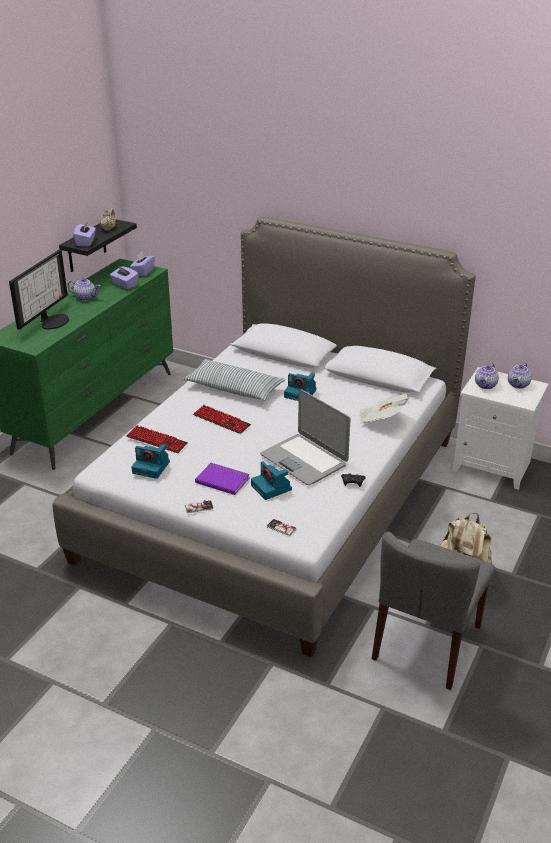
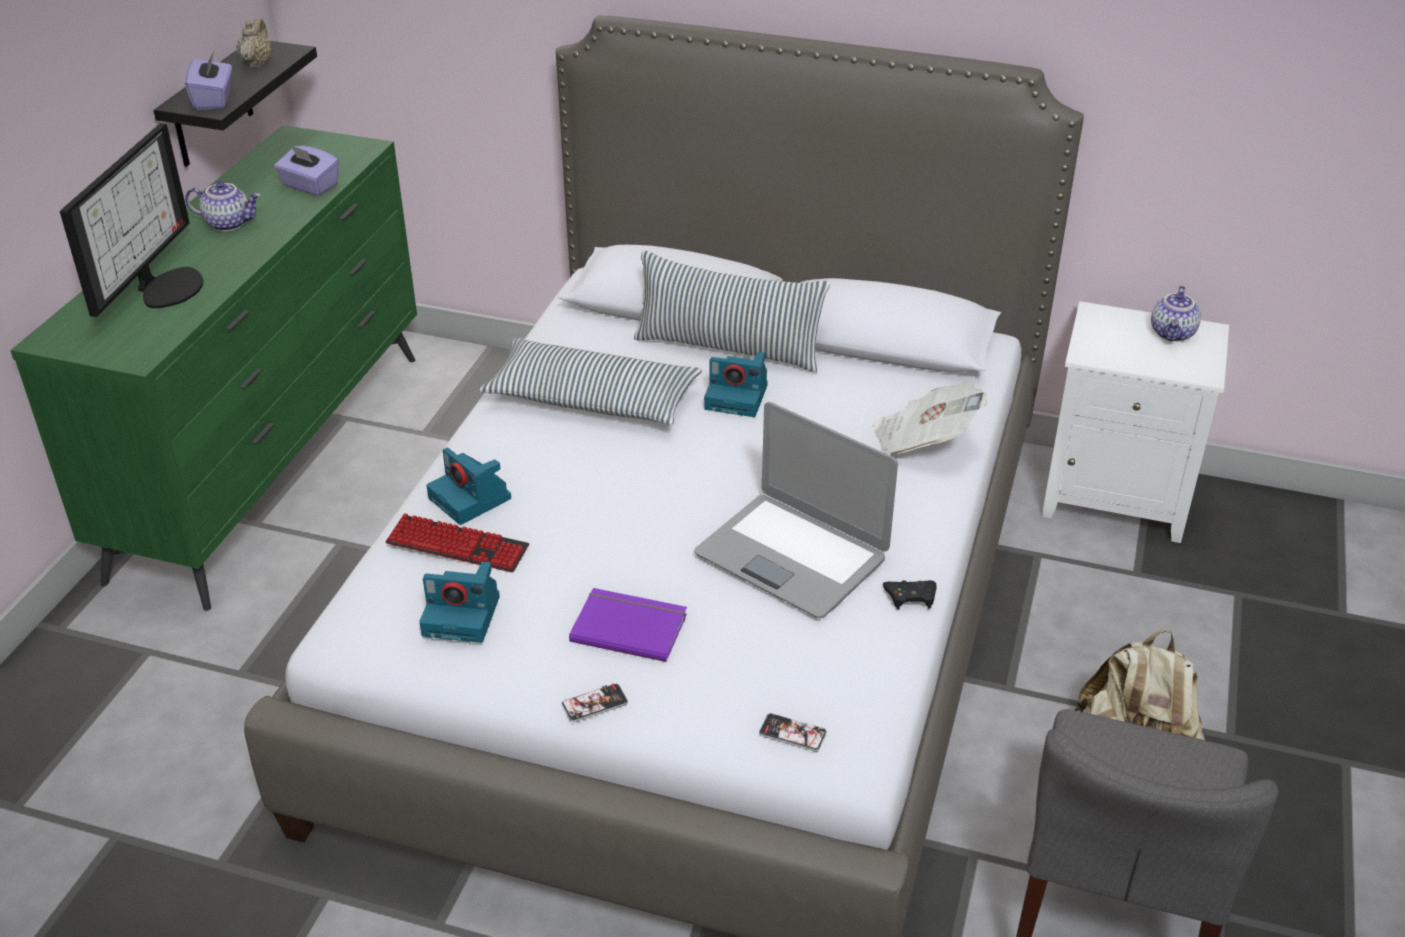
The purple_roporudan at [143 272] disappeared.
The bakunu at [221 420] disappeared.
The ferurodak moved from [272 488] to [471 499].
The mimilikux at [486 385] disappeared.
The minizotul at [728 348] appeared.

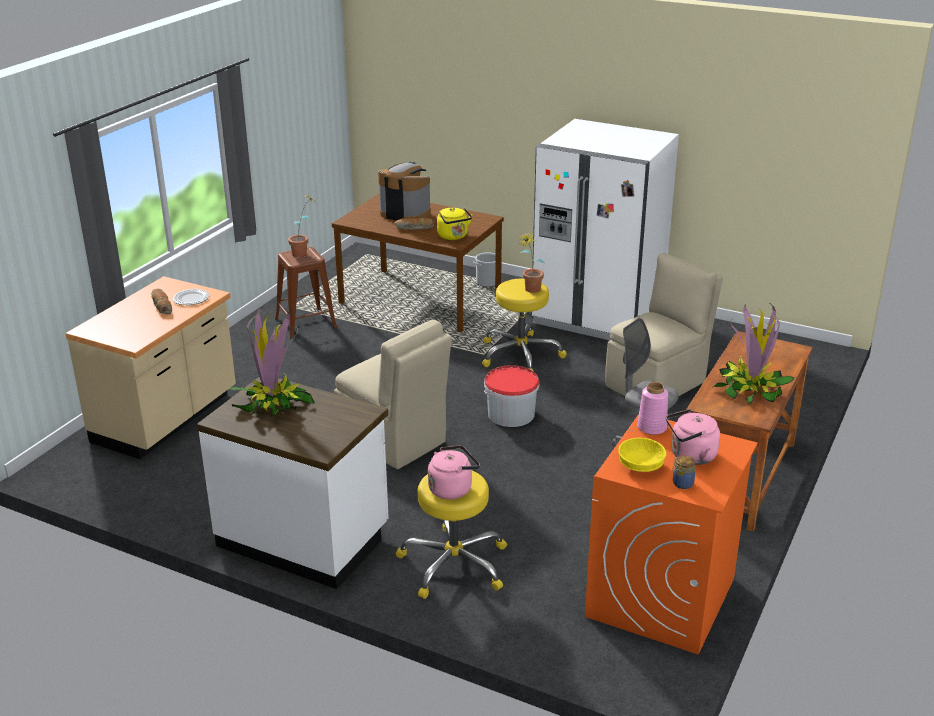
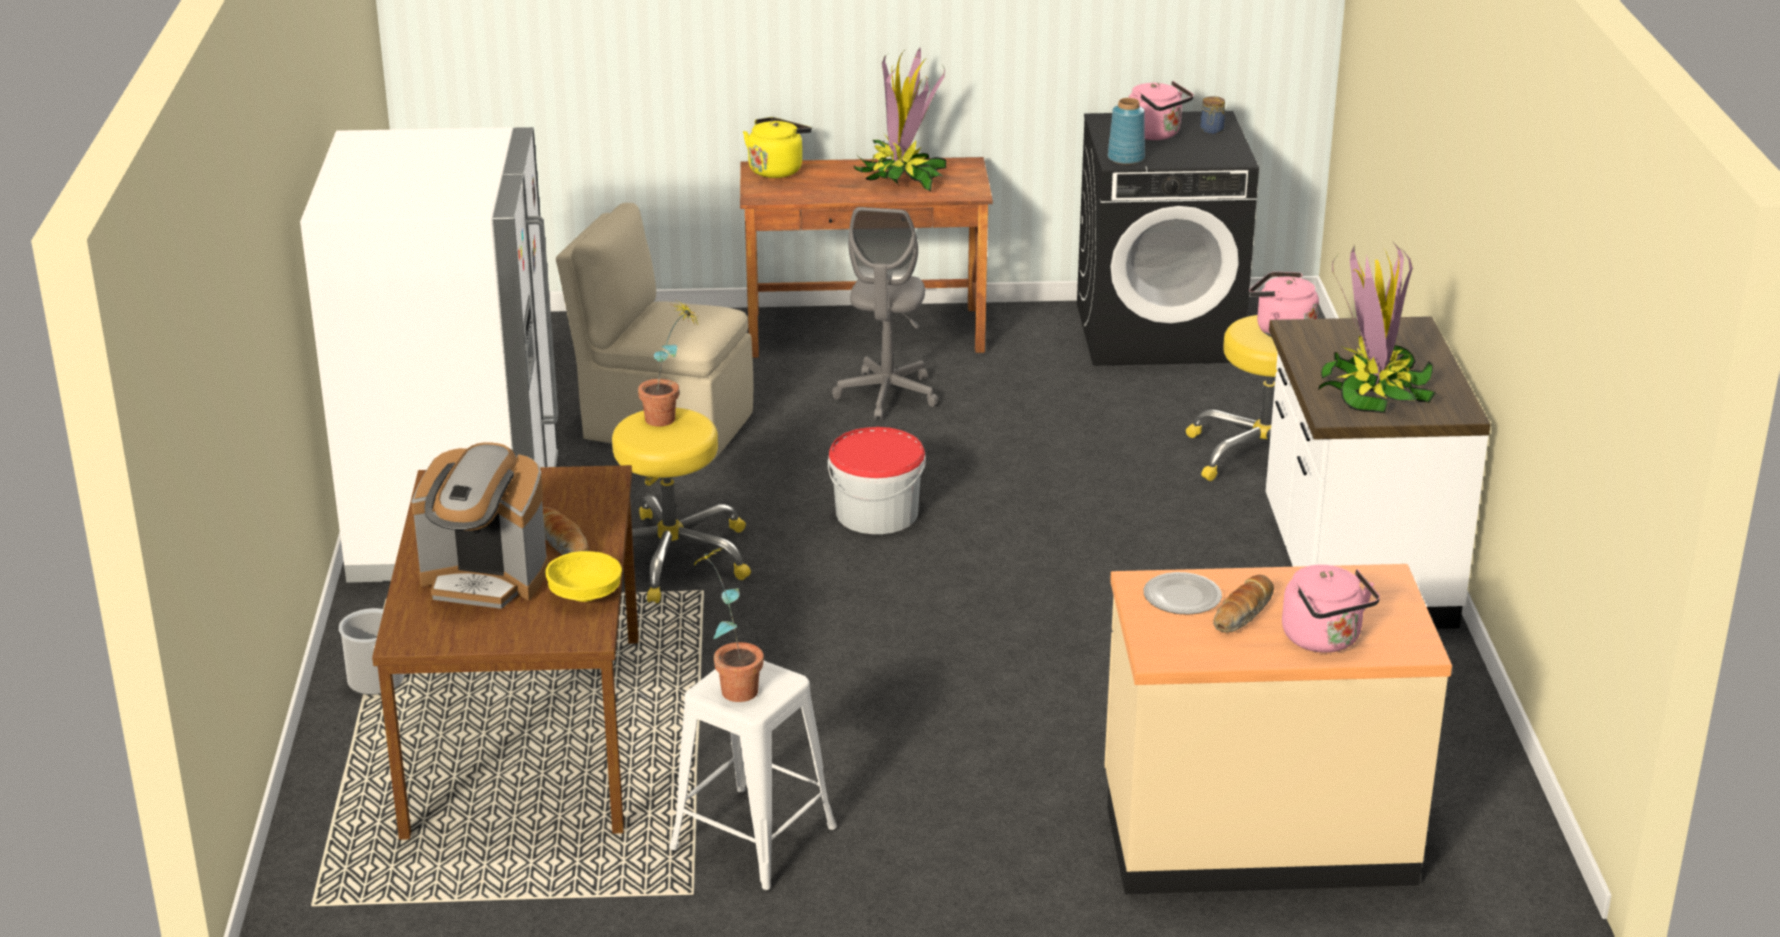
The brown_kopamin at [306 323] became the white_kopamin at [753 838].
The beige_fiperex at [393 440] disappeared.
The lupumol at [405 213] turned 75 degrees counterclockwise.
The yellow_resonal moved from [454 237] to [777 169].
The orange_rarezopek at [661 598] became the black_rarezopek at [1159 332].
The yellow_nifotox moved from [640 466] to [585 595].
The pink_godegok at [651 427] became the blue_godegok at [1125 159].
The pink_resonal at [1324 640] appeared.

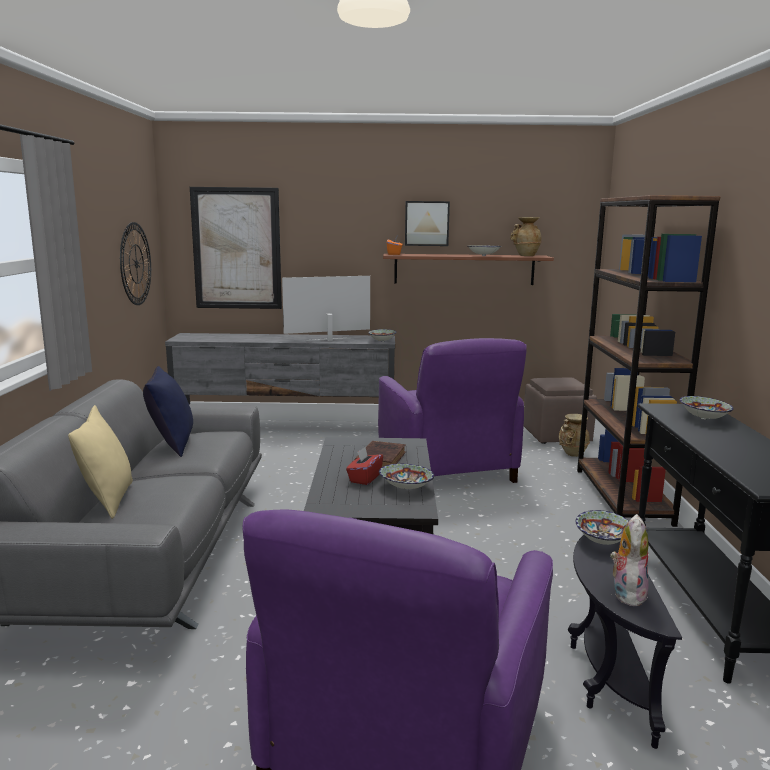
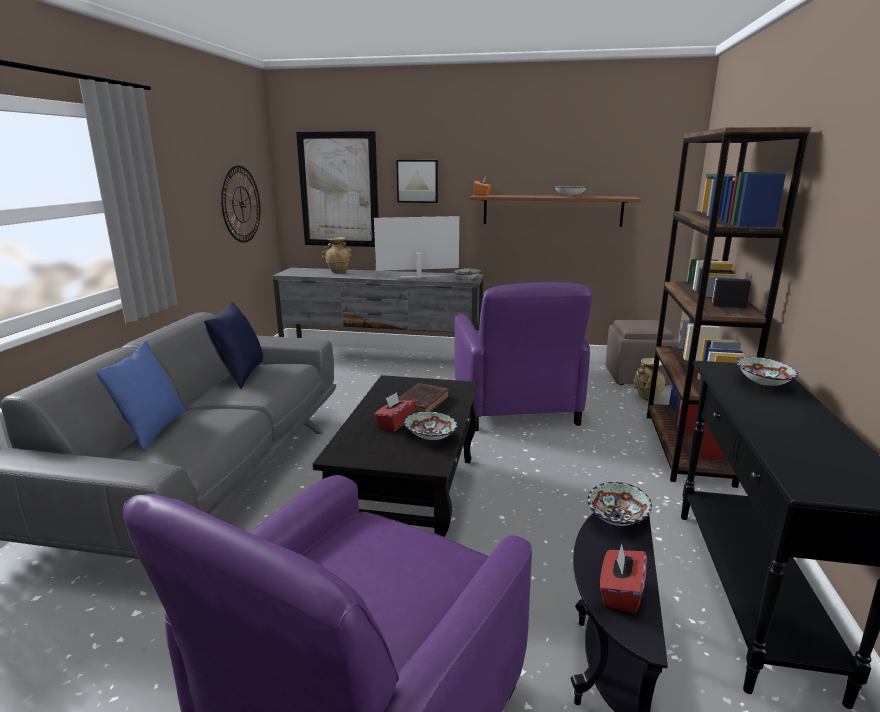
The beige_minizotul at [108 500] became the blue_minizotul at [153 430].
The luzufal moved from [426 223] to [417 181].
The beige_godegok moved from [525 255] to [338 271].
The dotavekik at [626 593] was replaced by the red_roporudan at [620 593].

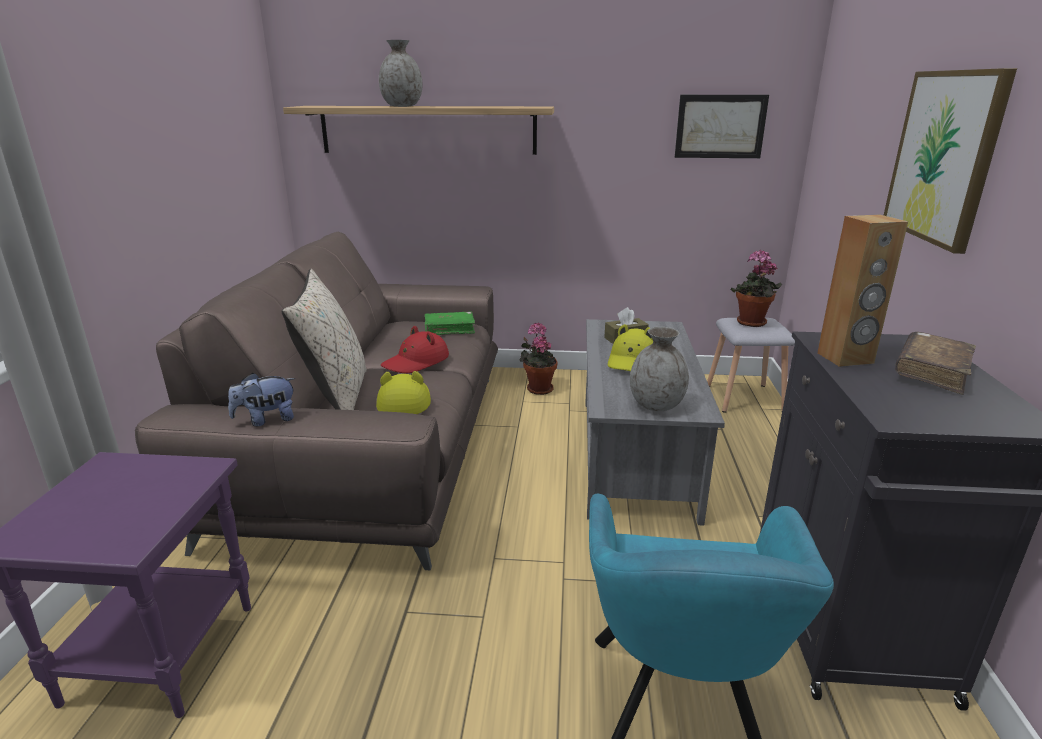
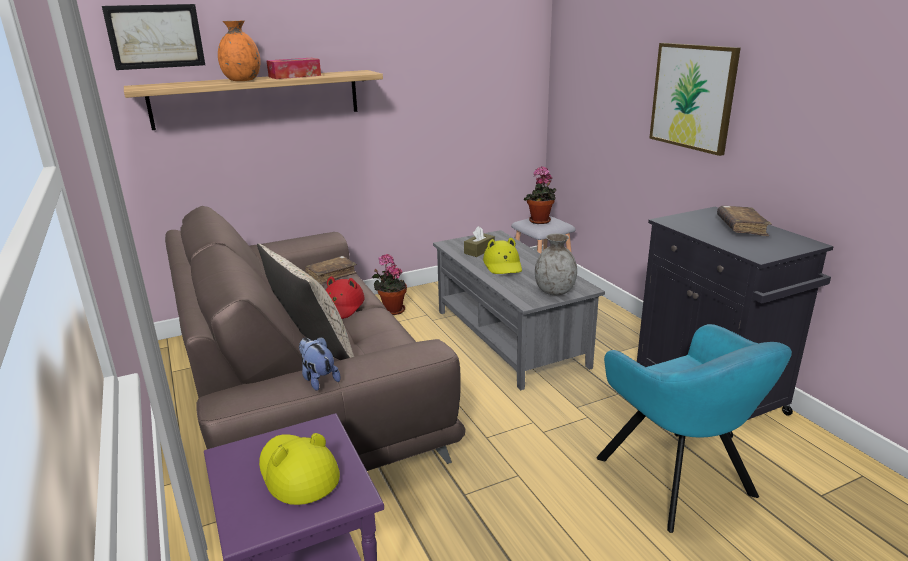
The dotavekik at [266 420] turned 105 degrees clockwise.
The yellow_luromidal moved from [404 401] to [297 472].
The grey_godegok at [402 106] became the orange_godegok at [242 80].
The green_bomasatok at [449 329] became the brown_bomasatok at [331 275].
The luzufal moved from [720 126] to [155 36].
The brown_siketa at [845 358] disappeared.
The roporudan at [294 76] appeared.

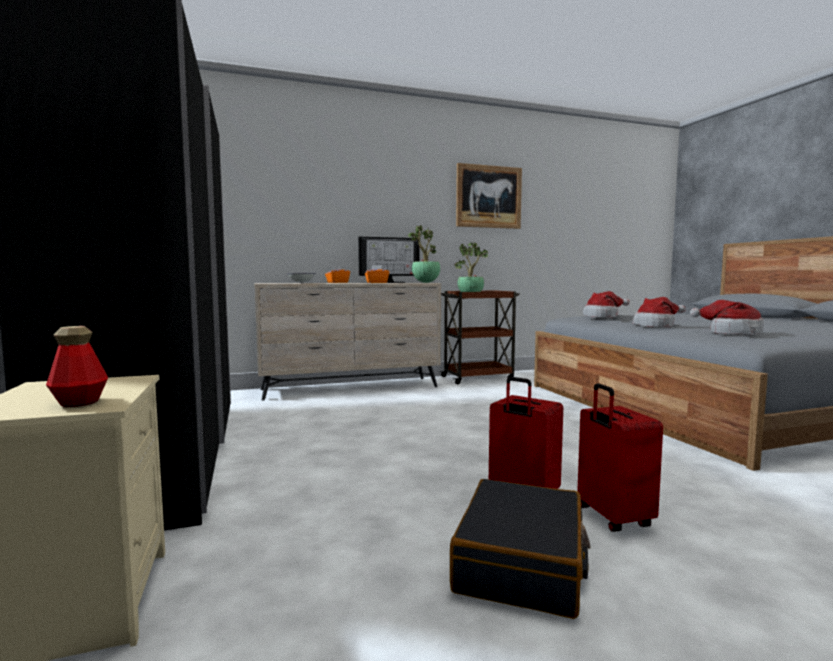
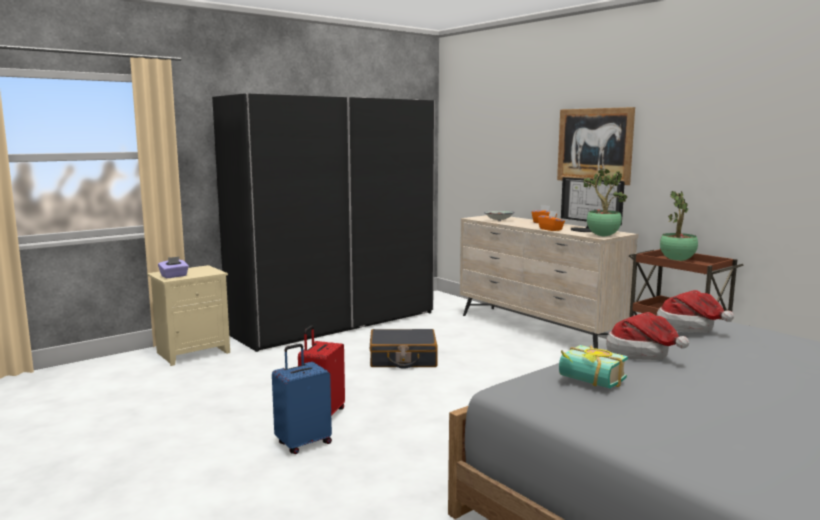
The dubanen at [79 402] was replaced by the purple_roporudan at [174 276].
The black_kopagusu moved from [522 563] to [403 359].
The luzufal moved from [489 197] to [594 145].
The red_kopagusu at [612 518] became the blue_kopagusu at [303 443].
The luromidal at [731 333] was replaced by the bomasatok at [588 382].

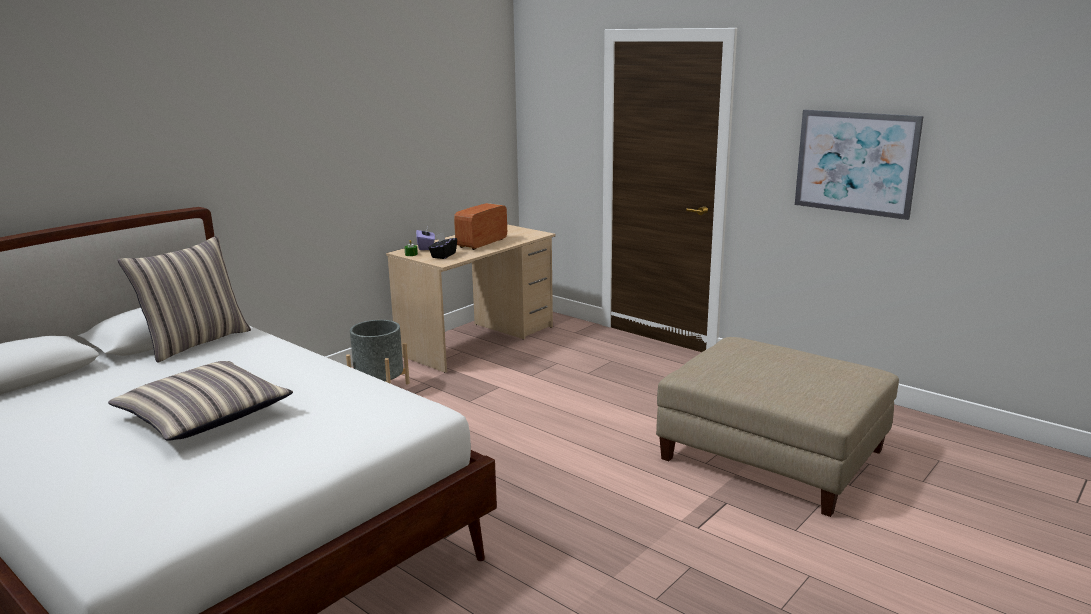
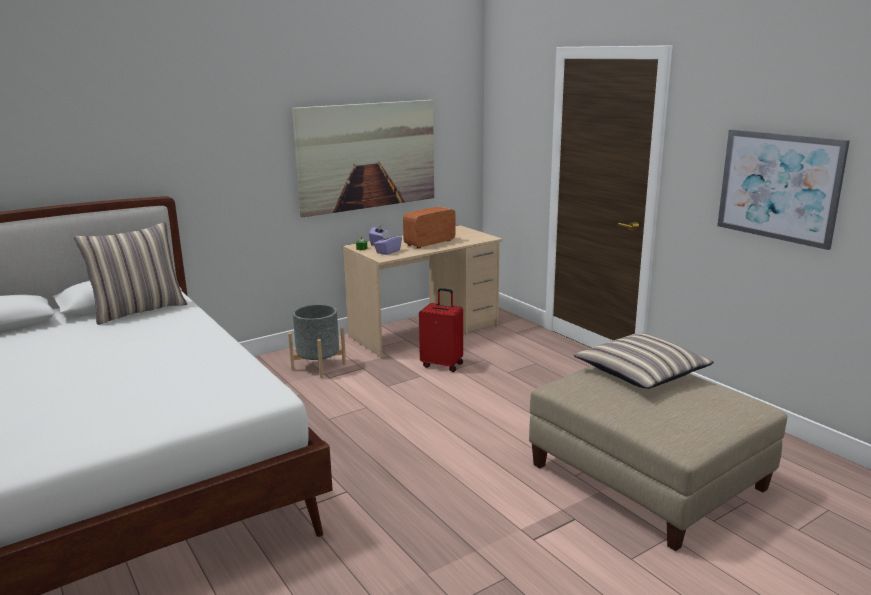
The minizotul moved from [205 415] to [641 372].
The black_roporudan at [443 255] became the purple_roporudan at [388 252].
The luzufal at [367 156] appeared.
The red_kopagusu at [442 364] appeared.

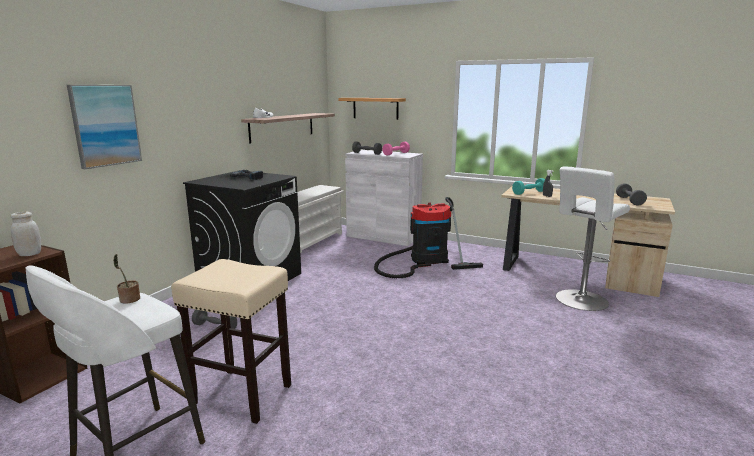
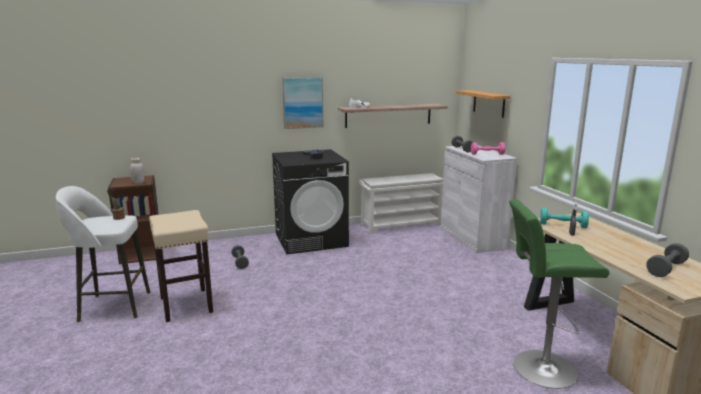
The luzufal moved from [105 125] to [302 102].
The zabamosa at [425 260] disappeared.
The white_kopamin at [580 301] became the green_kopamin at [540 368].

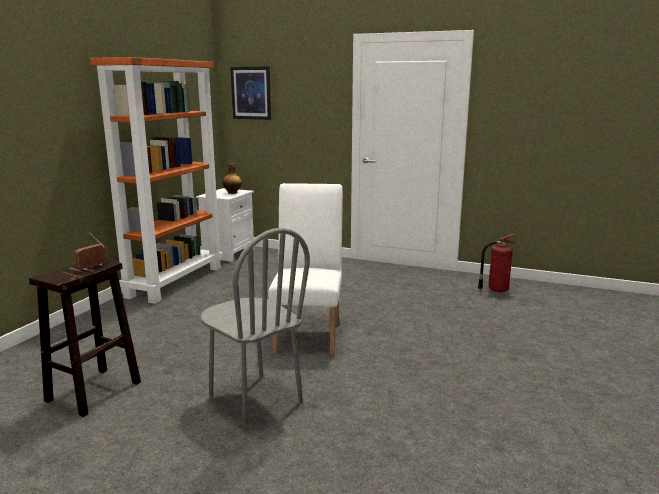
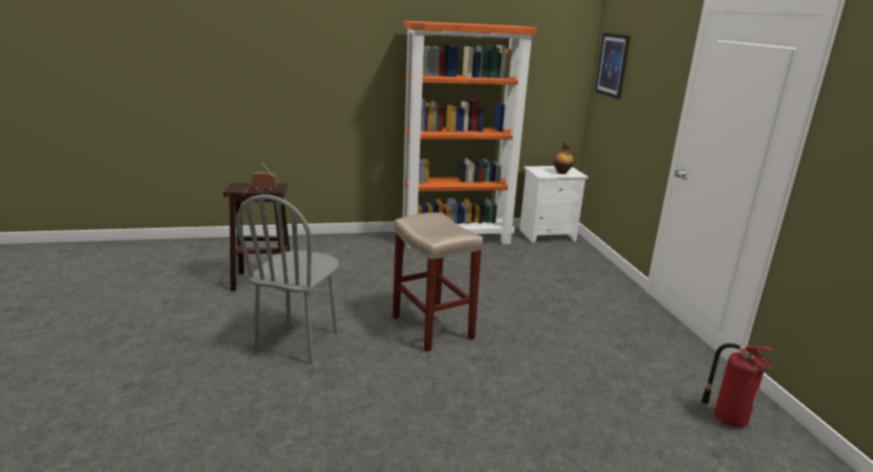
The white_fiperex at [309 334] was replaced by the beige_kopamin at [433 328].

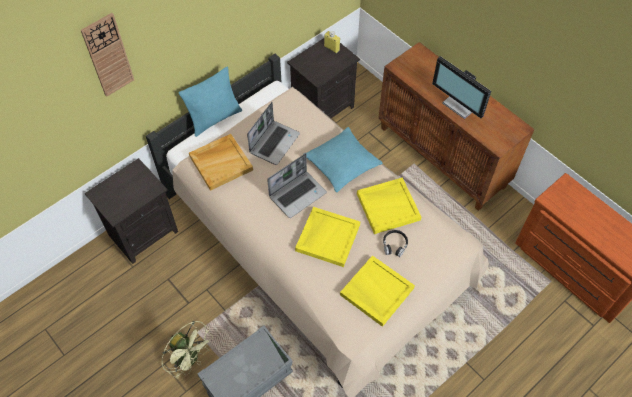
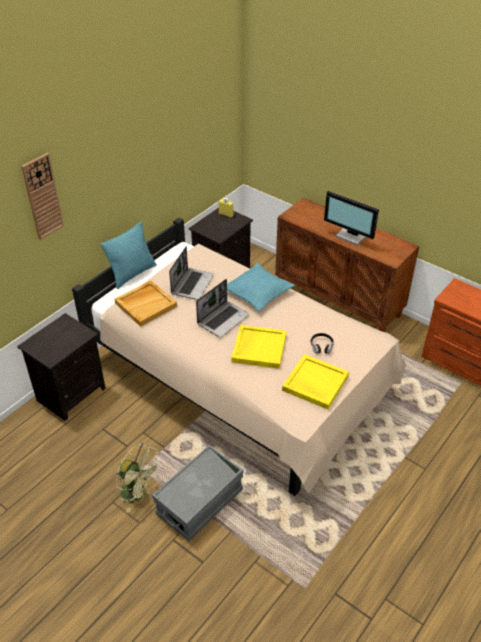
The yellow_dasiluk at [388 206] disappeared.

